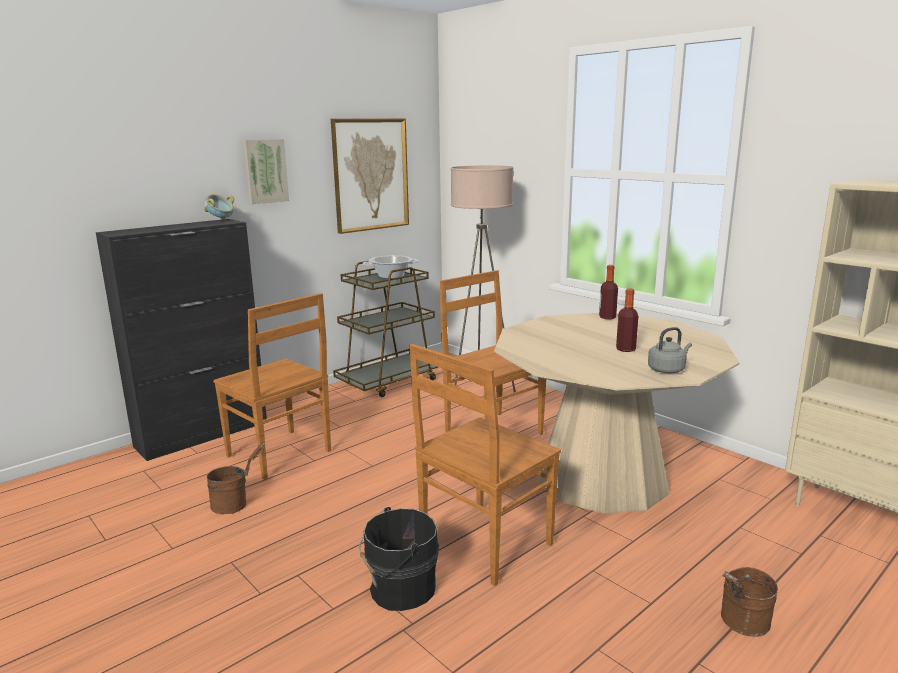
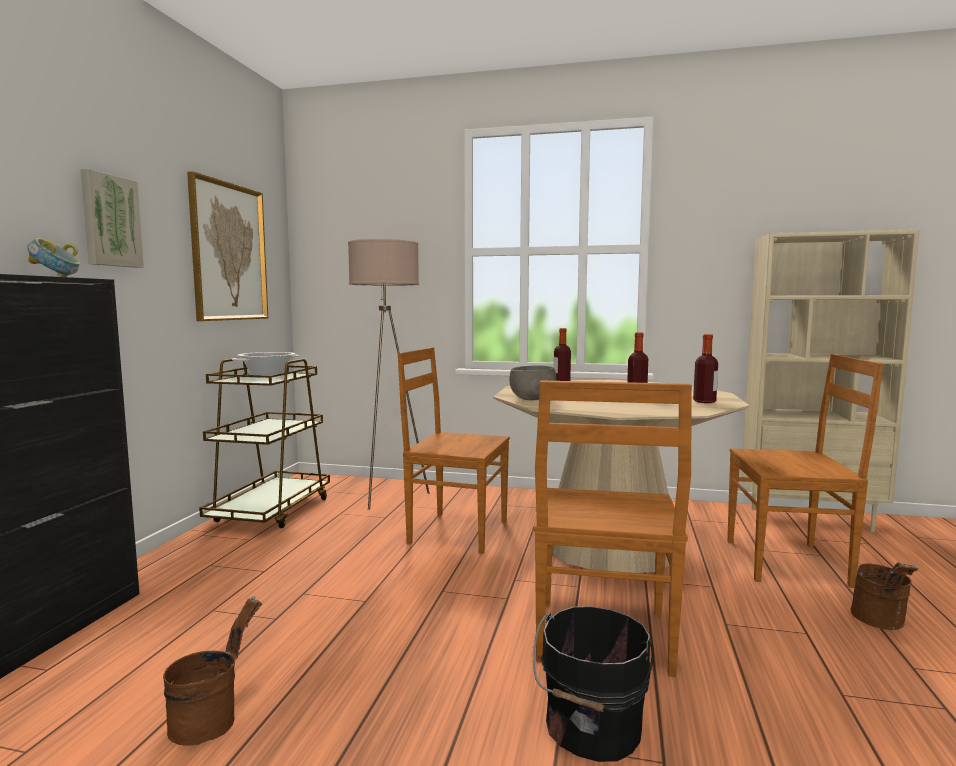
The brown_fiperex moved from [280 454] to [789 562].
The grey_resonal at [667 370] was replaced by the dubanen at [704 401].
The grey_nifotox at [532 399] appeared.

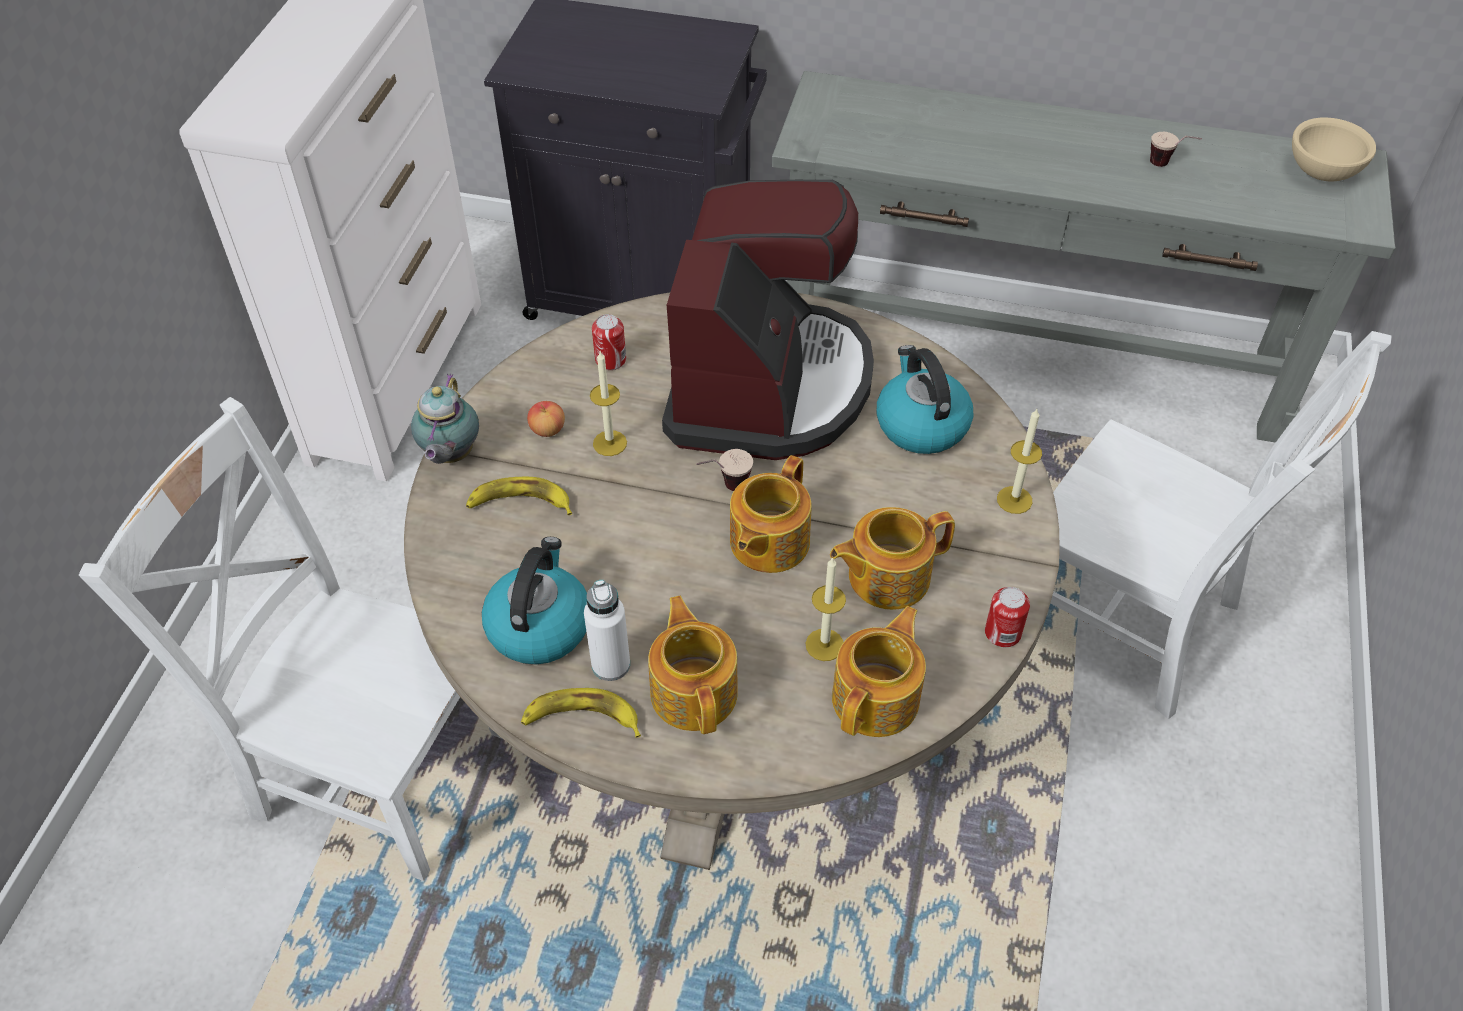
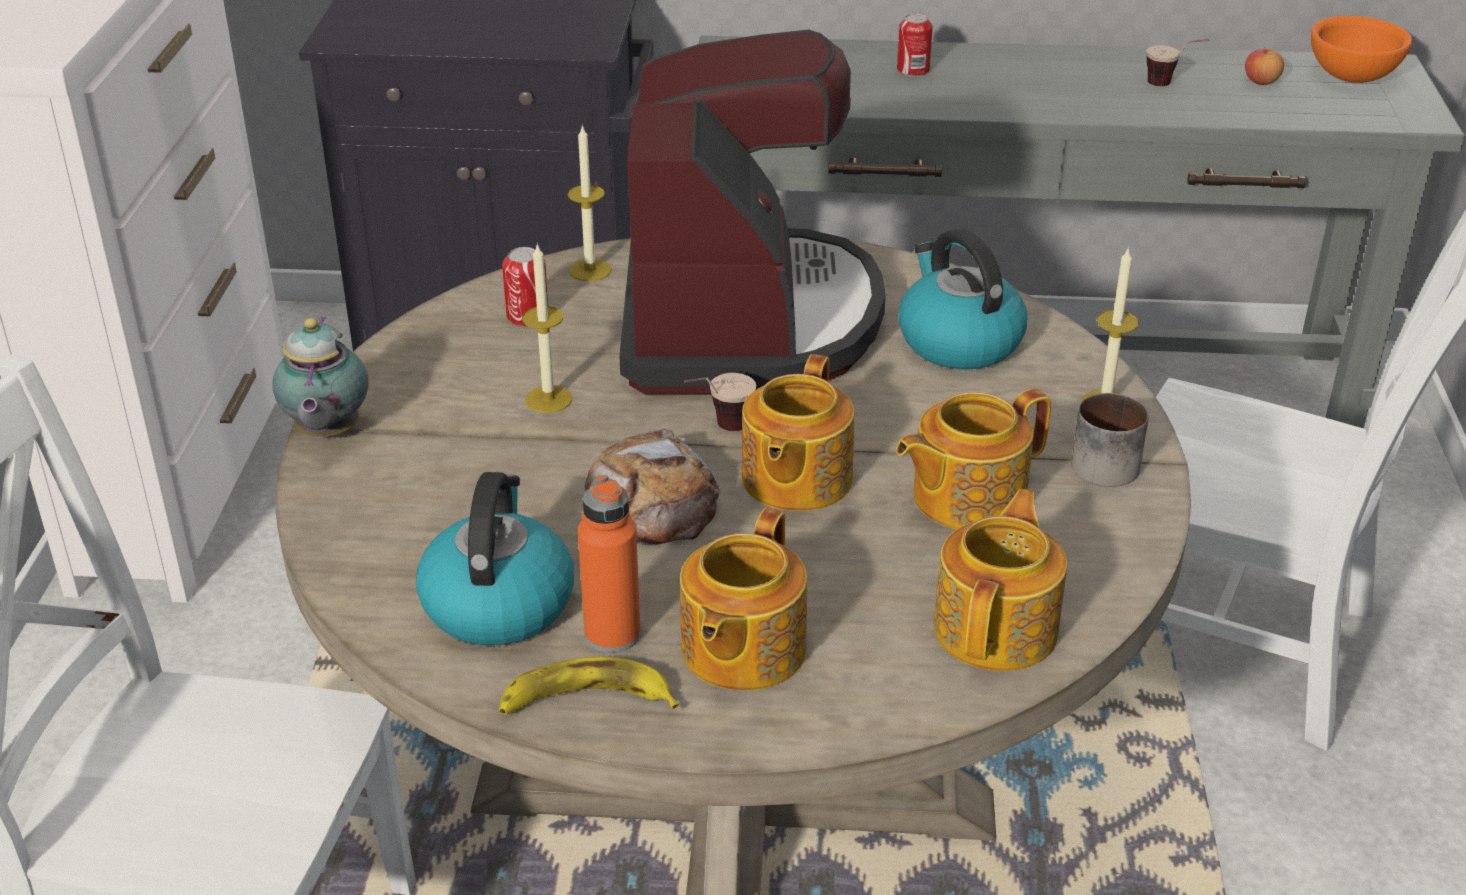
The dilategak at [520 503] disappeared.
The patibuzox moved from [547 430] to [1261 81].
The white_dubanen at [611 664] became the orange_dubanen at [612 634].
The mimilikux at [694 691] turned 135 degrees counterclockwise.
The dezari moved from [824 645] to [590 270].
The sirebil moved from [1002 633] to [913 70].
The beige_nifotox at [1323 172] became the orange_nifotox at [1353 77].
The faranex at [653 503] appeared.
The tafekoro at [1105 461] appeared.

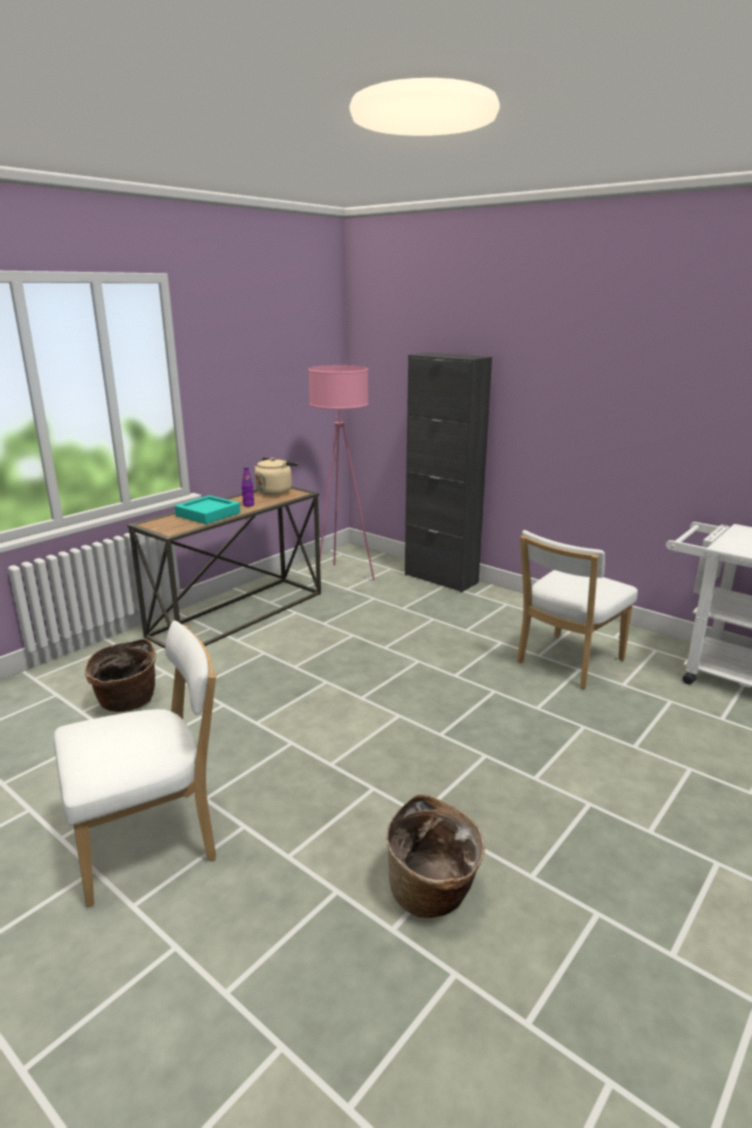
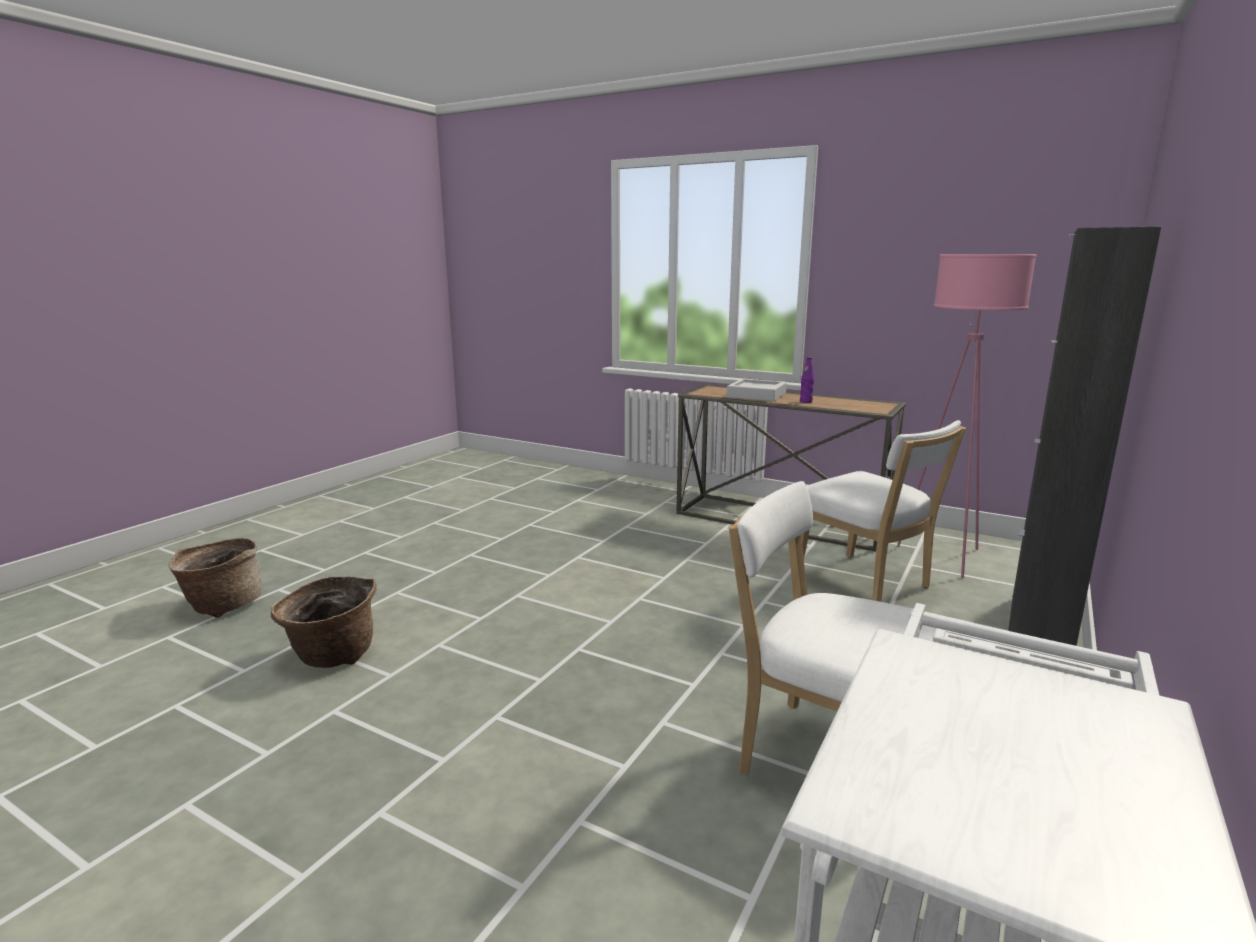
The white_fiperex moved from [152 842] to [866 585].
The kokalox moved from [127 703] to [222 606].
The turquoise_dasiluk at [208 514] became the grey_dasiluk at [756 395].
The beige_resonal at [275 491] disappeared.

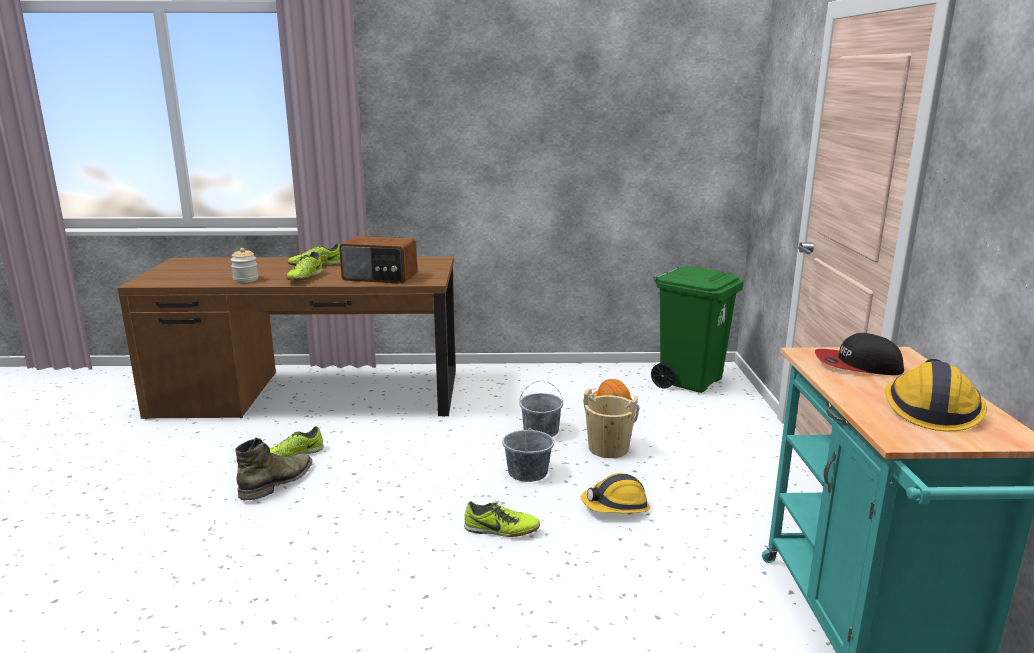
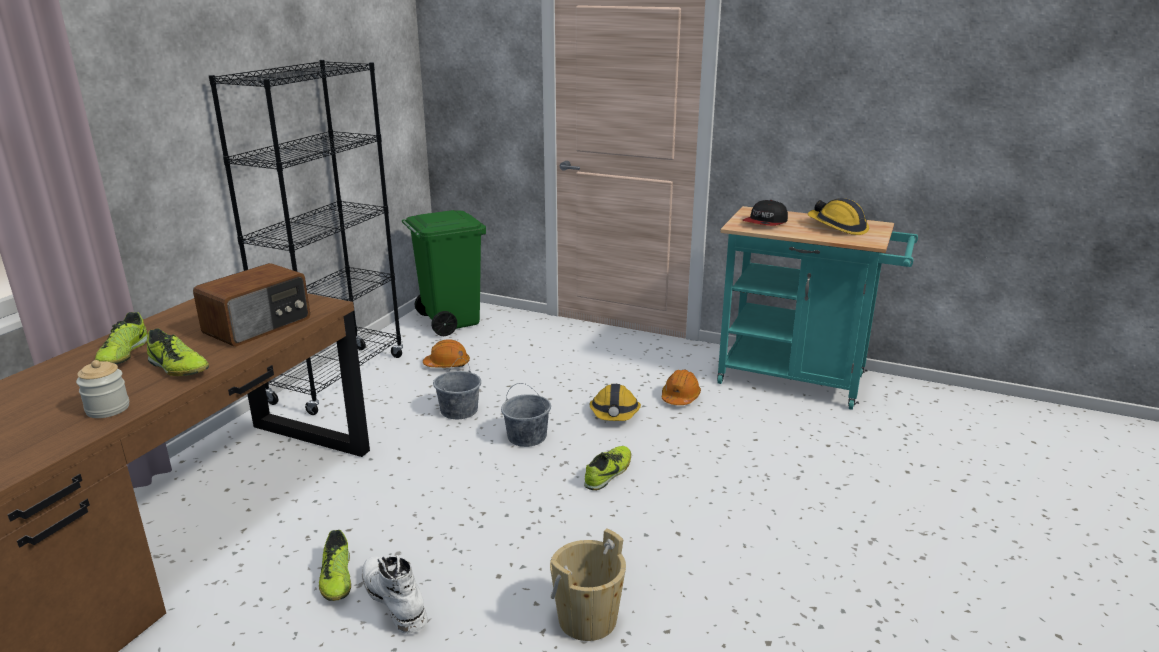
The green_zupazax at [278 482] became the white_zupazax at [394 599].
The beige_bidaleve moved from [608 448] to [587 619].
The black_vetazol at [338 379] appeared.
The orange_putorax at [680 397] appeared.

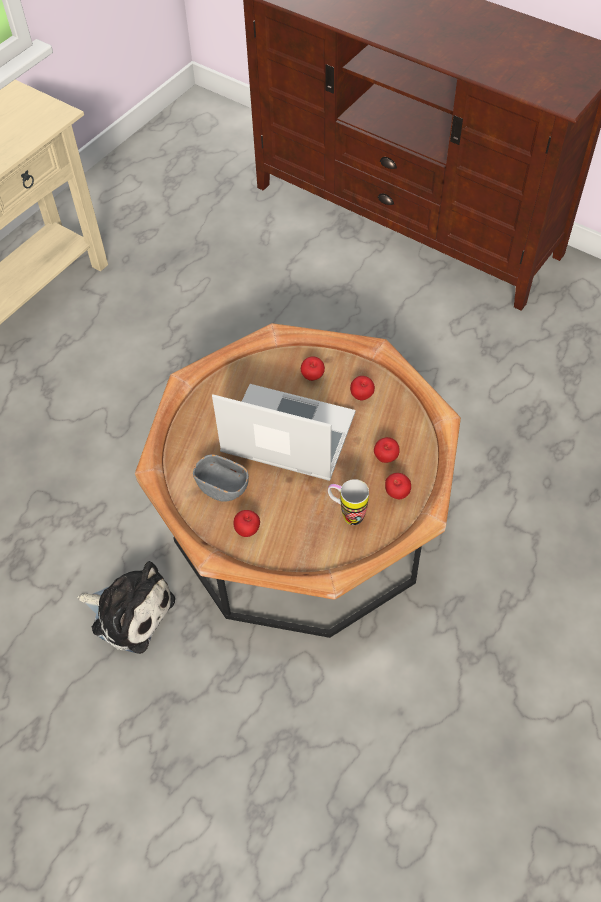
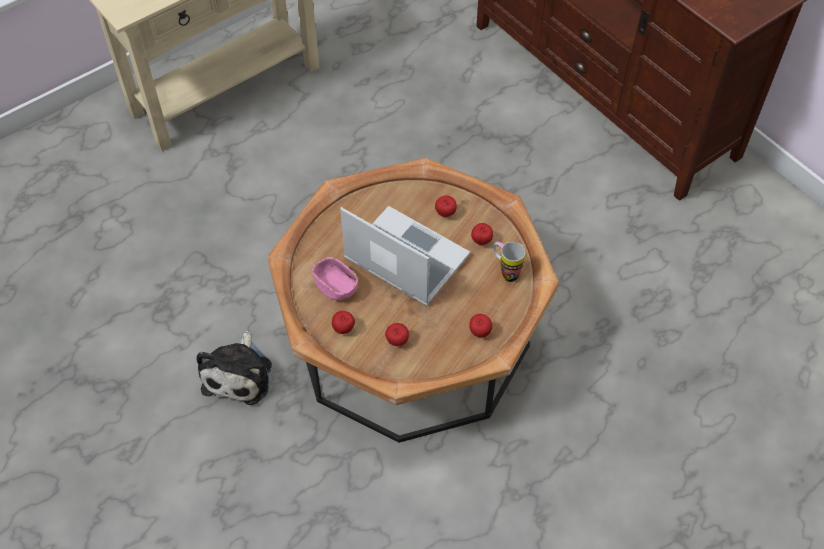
The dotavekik at [129 612] turned 60 degrees clockwise.
The grey_nifotox at [222 486] became the pink_nifotox at [336 287].
The tafekoro moved from [347 514] to [505 271].
The patibuzox moved from [385 458] to [397 341].

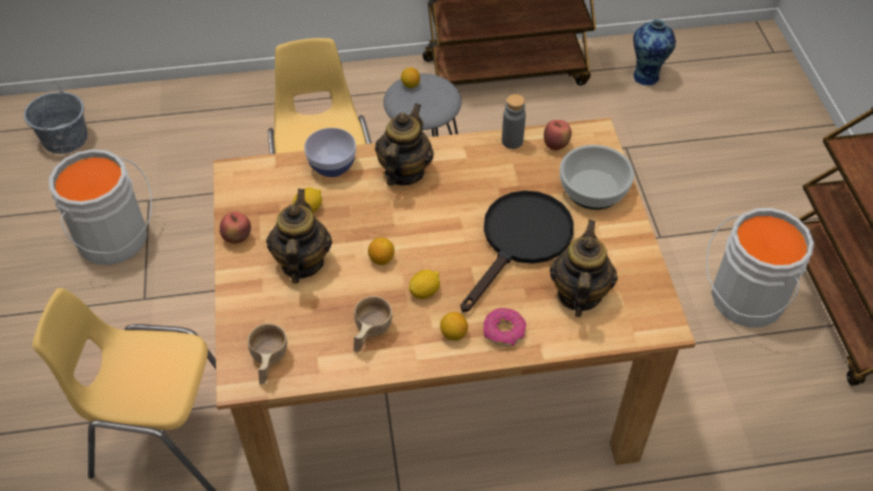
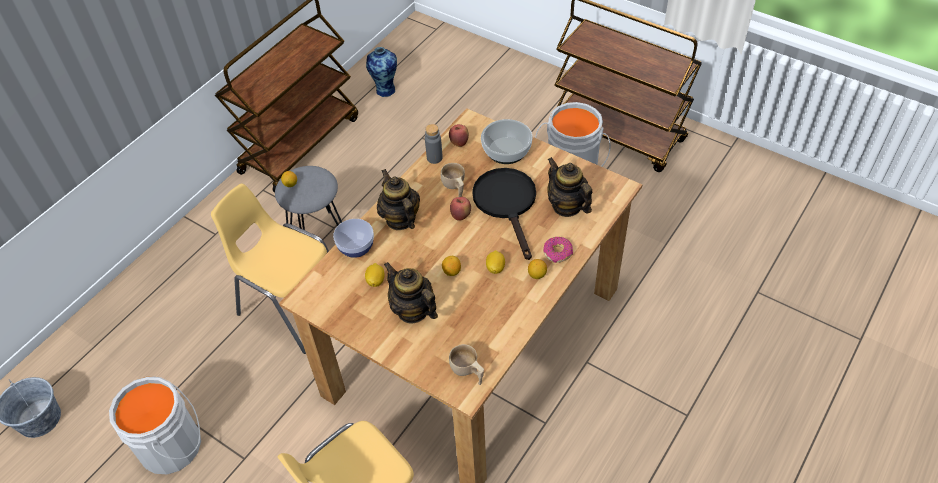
The patibuzox moved from [237 238] to [461 216].
The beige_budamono moved from [369 333] to [454 188].

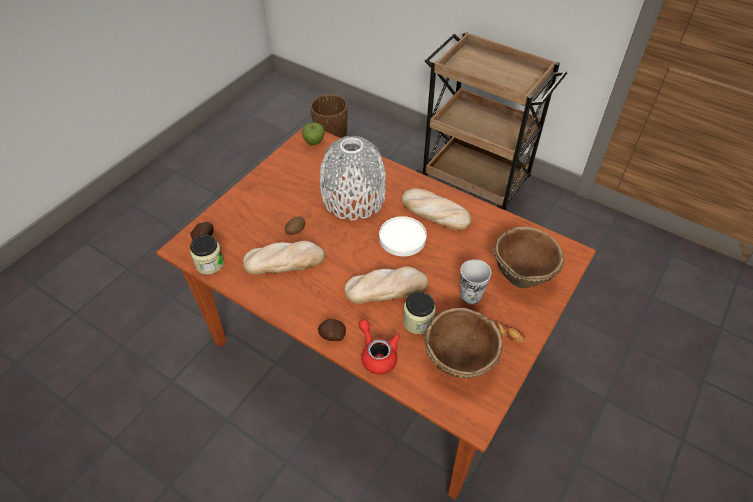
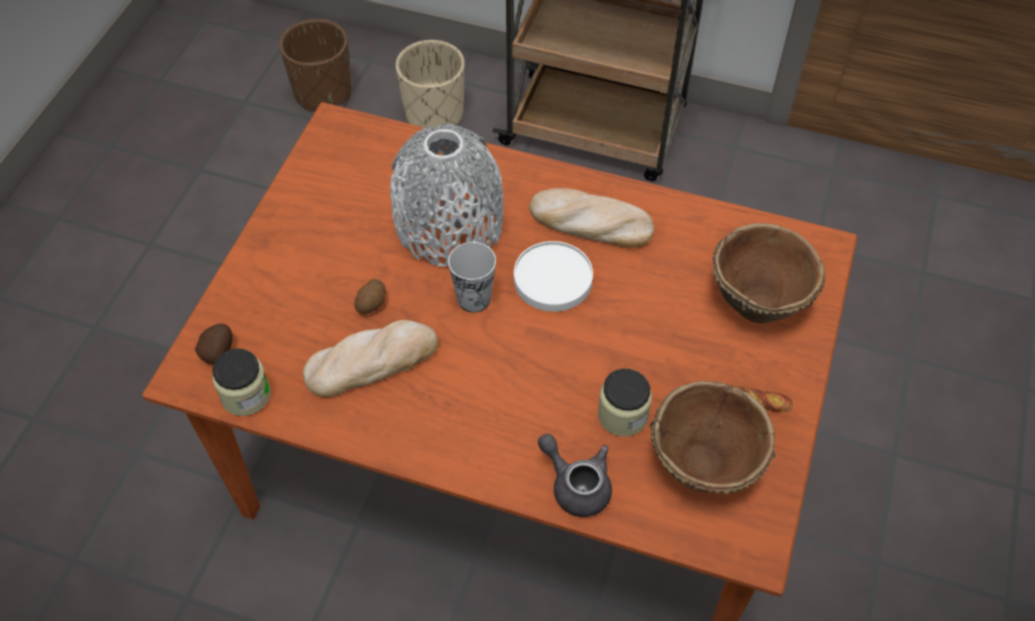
The patibuzox at [314 142] disappeared.
The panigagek at [332 335] disappeared.
The faranex at [386 287] disappeared.
The red_mimilikux at [377 354] became the grey_mimilikux at [576 484].
The budamono moved from [470 295] to [474 298].
The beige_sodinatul at [434 114] appeared.

